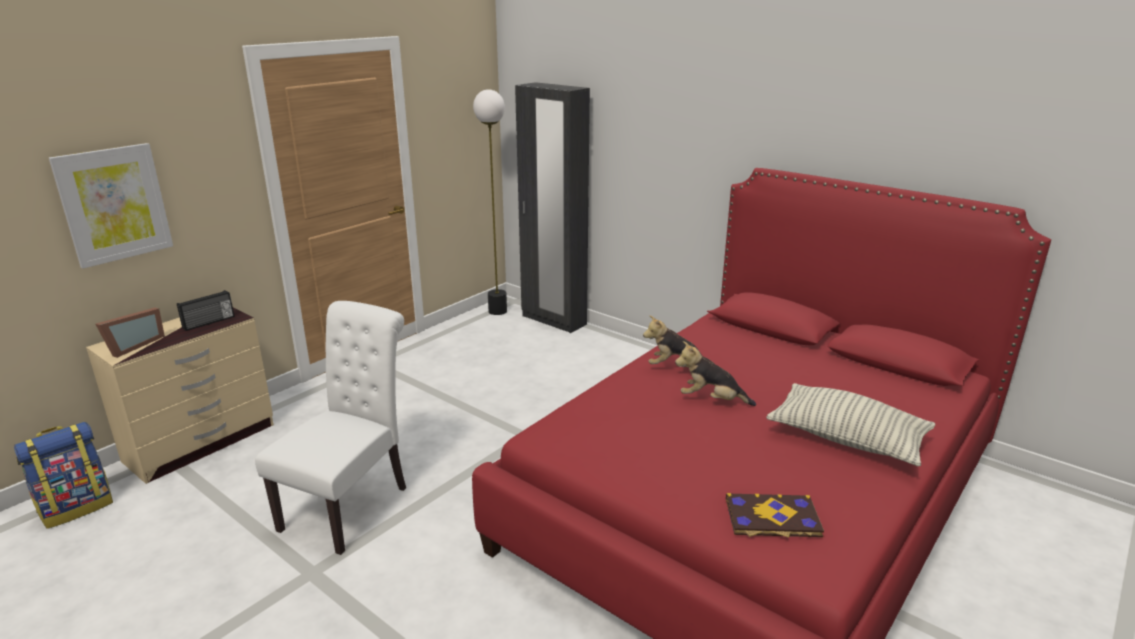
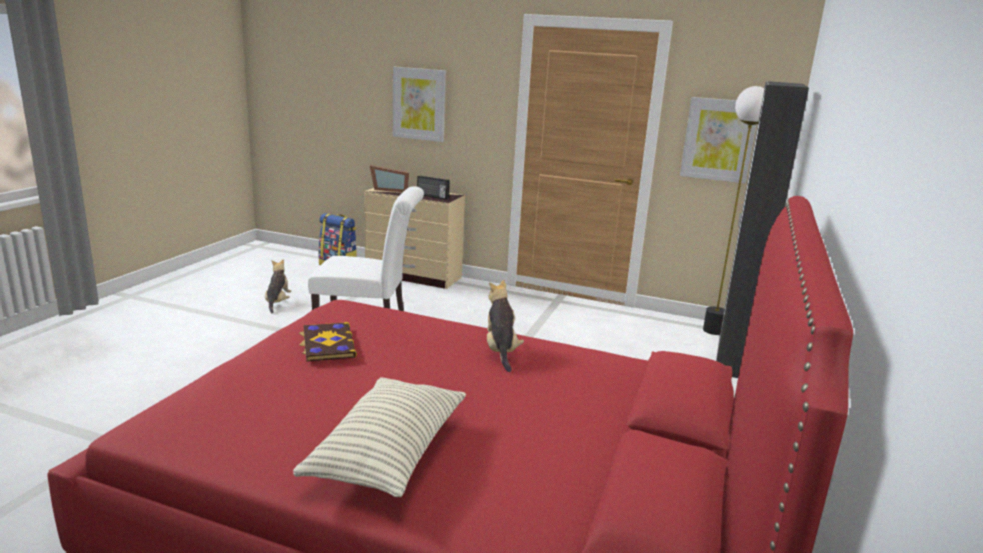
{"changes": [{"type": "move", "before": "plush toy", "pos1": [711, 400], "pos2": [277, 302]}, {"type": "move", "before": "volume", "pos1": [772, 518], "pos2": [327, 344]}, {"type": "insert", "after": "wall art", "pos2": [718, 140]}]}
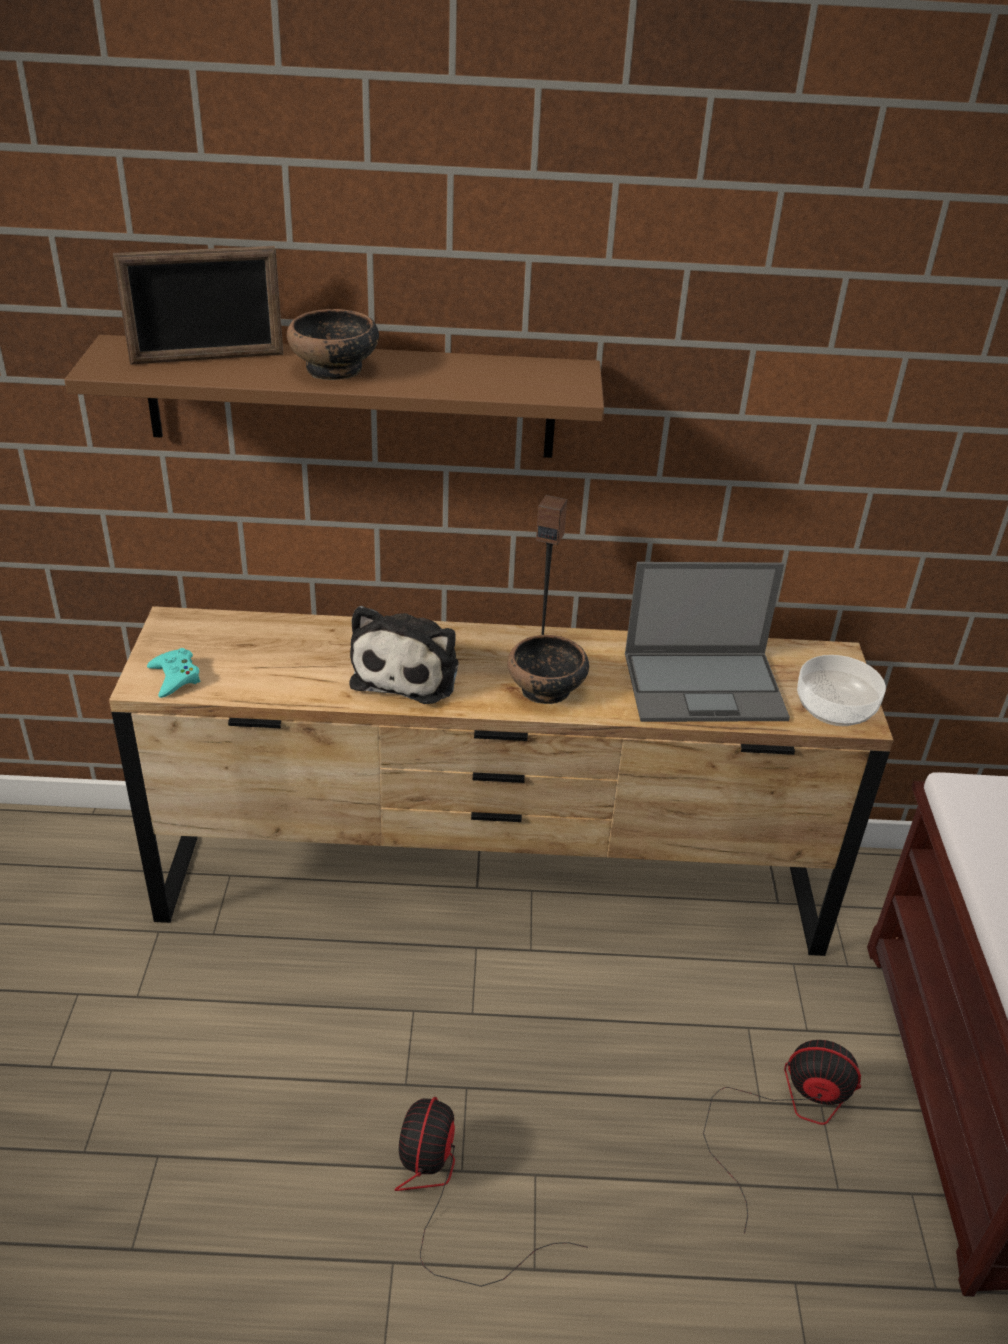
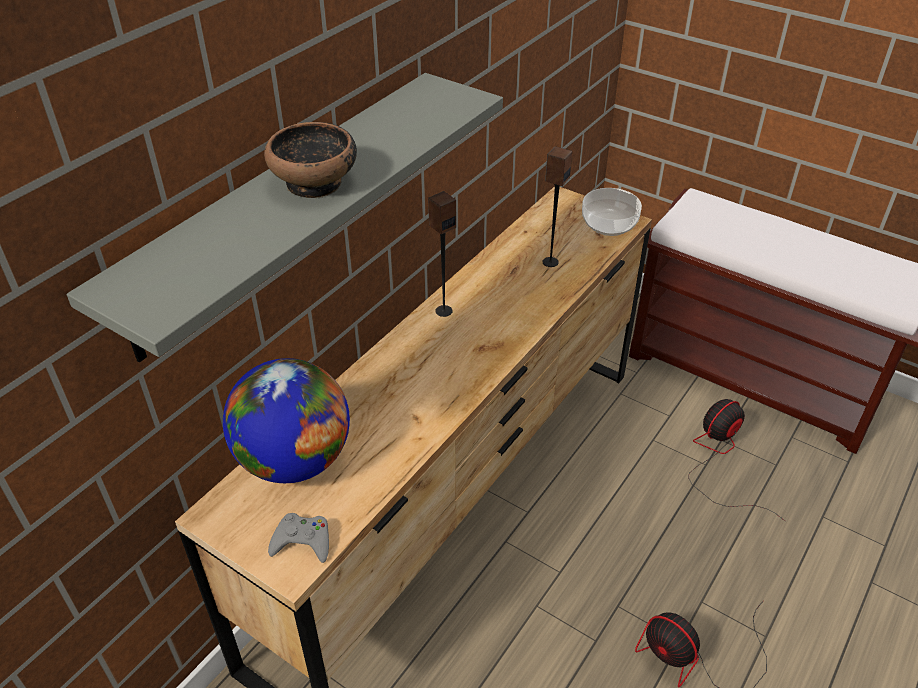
{"changes": [{"type": "delete", "before": "standing frame", "pos1": [207, 358]}, {"type": "recolor", "before": "wall shelf (brown-coloured)", "after": "wall shelf (greyish)", "pos1": [351, 397], "pos2": [283, 209]}, {"type": "replace", "before": "portable computer", "after": "speaker", "pos1": [706, 686], "pos2": [550, 262]}, {"type": "delete", "before": "plush toy", "pos1": [409, 671]}, {"type": "delete", "before": "serving bowl", "pos1": [546, 689]}, {"type": "recolor", "before": "game controller (turquoise-coloured)", "after": "game controller (greyish)", "pos1": [175, 677], "pos2": [302, 541]}, {"type": "insert", "after": "world globe", "pos2": [294, 460]}]}
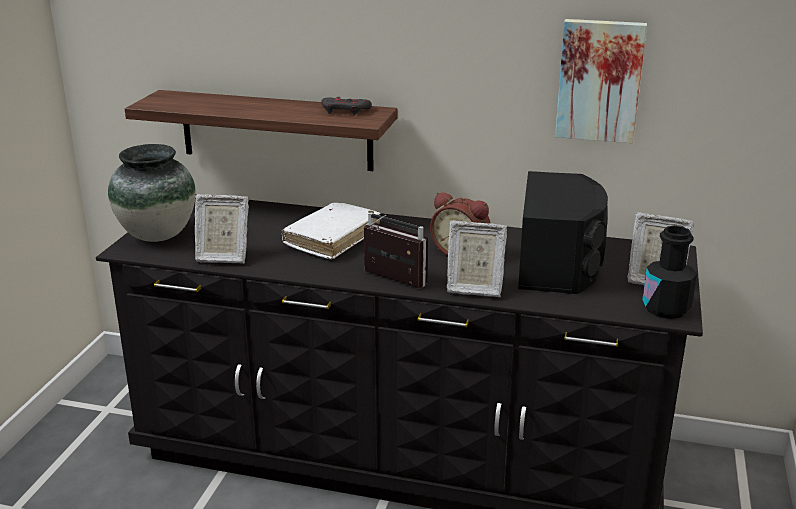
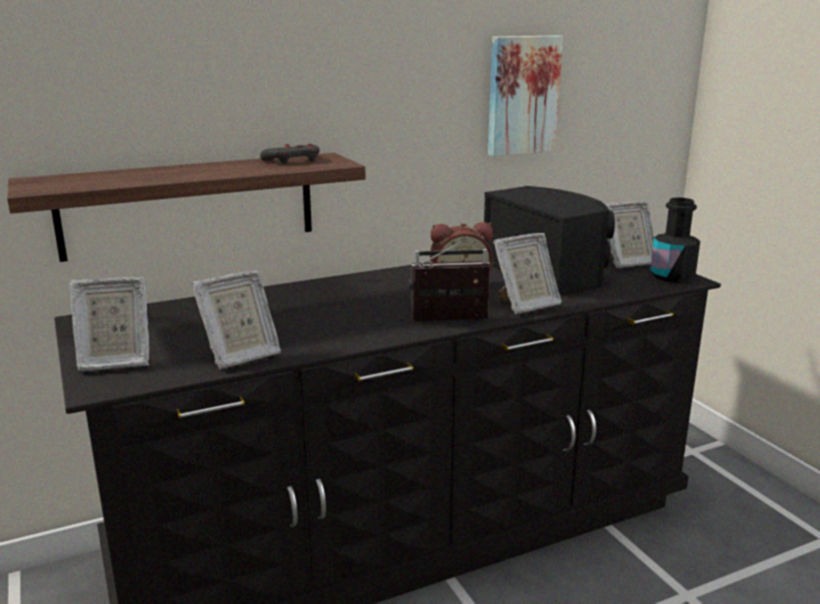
{"changes": [{"type": "replace", "before": "vase", "after": "standing frame", "pos1": [158, 235], "pos2": [115, 361]}, {"type": "delete", "before": "volume (whitish)", "pos1": [332, 239]}]}
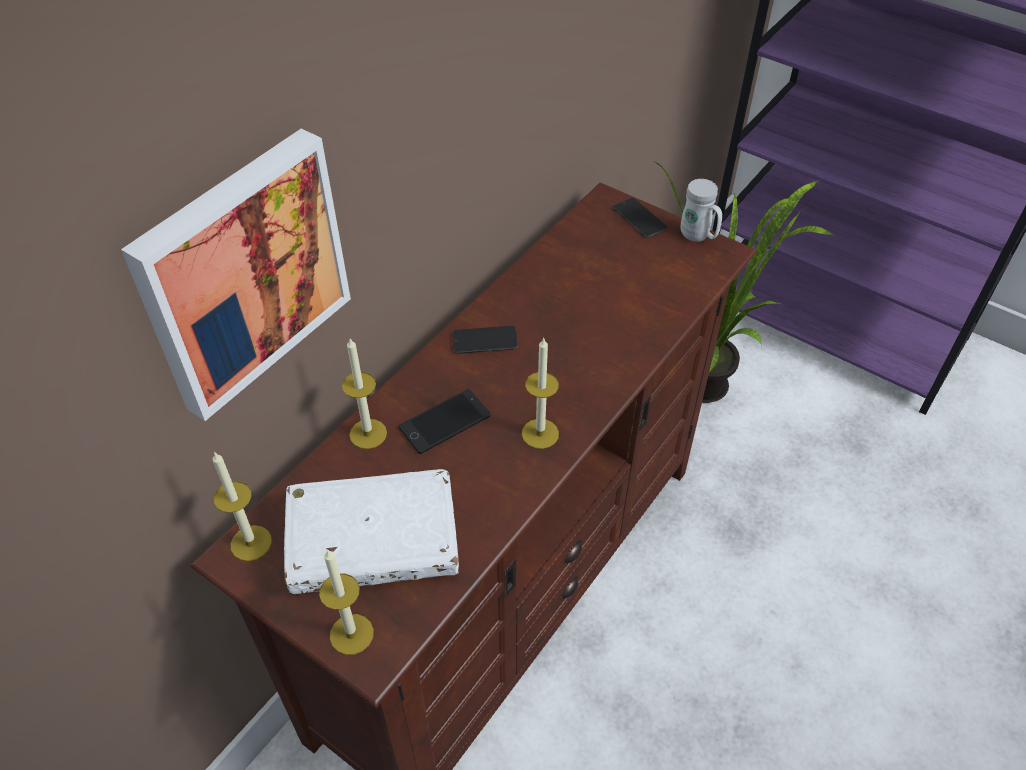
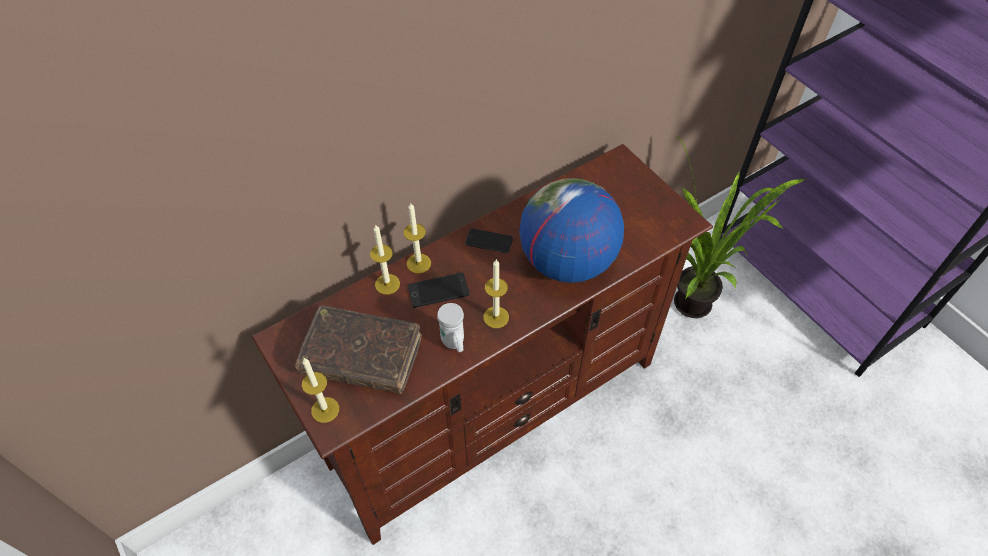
{"changes": [{"type": "delete", "before": "wall art", "pos1": [242, 272]}, {"type": "move", "before": "tea mug (whitish)", "pos1": [698, 237], "pos2": [454, 344]}, {"type": "delete", "before": "phone", "pos1": [639, 218]}, {"type": "move", "before": "candle", "pos1": [251, 543], "pos2": [418, 263]}, {"type": "recolor", "before": "volume (whitish)", "after": "volume (brown-coloured)", "pos1": [374, 542], "pos2": [361, 356]}, {"type": "insert", "after": "world globe", "pos2": [566, 262]}]}
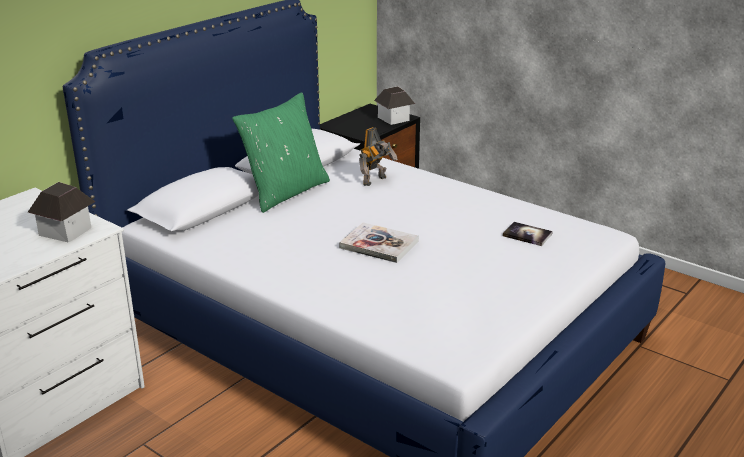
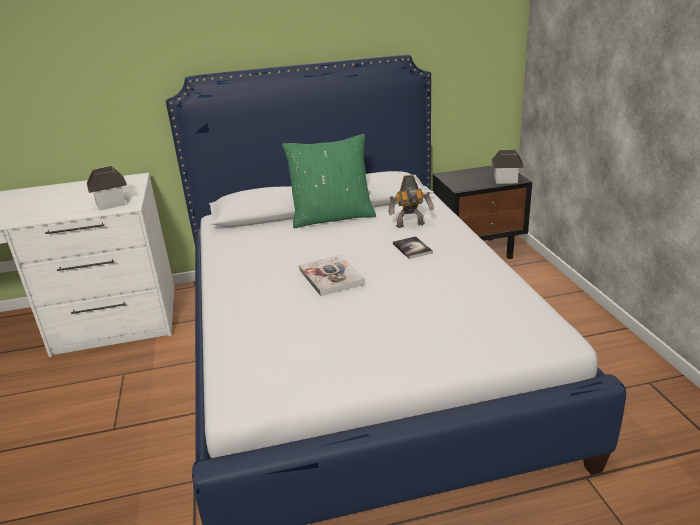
{"changes": [{"type": "move", "before": "volume", "pos1": [527, 235], "pos2": [412, 248]}]}
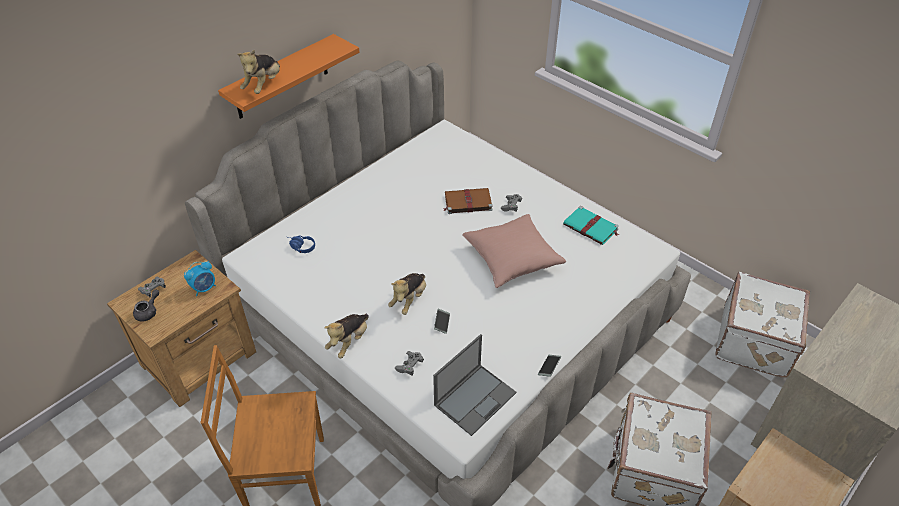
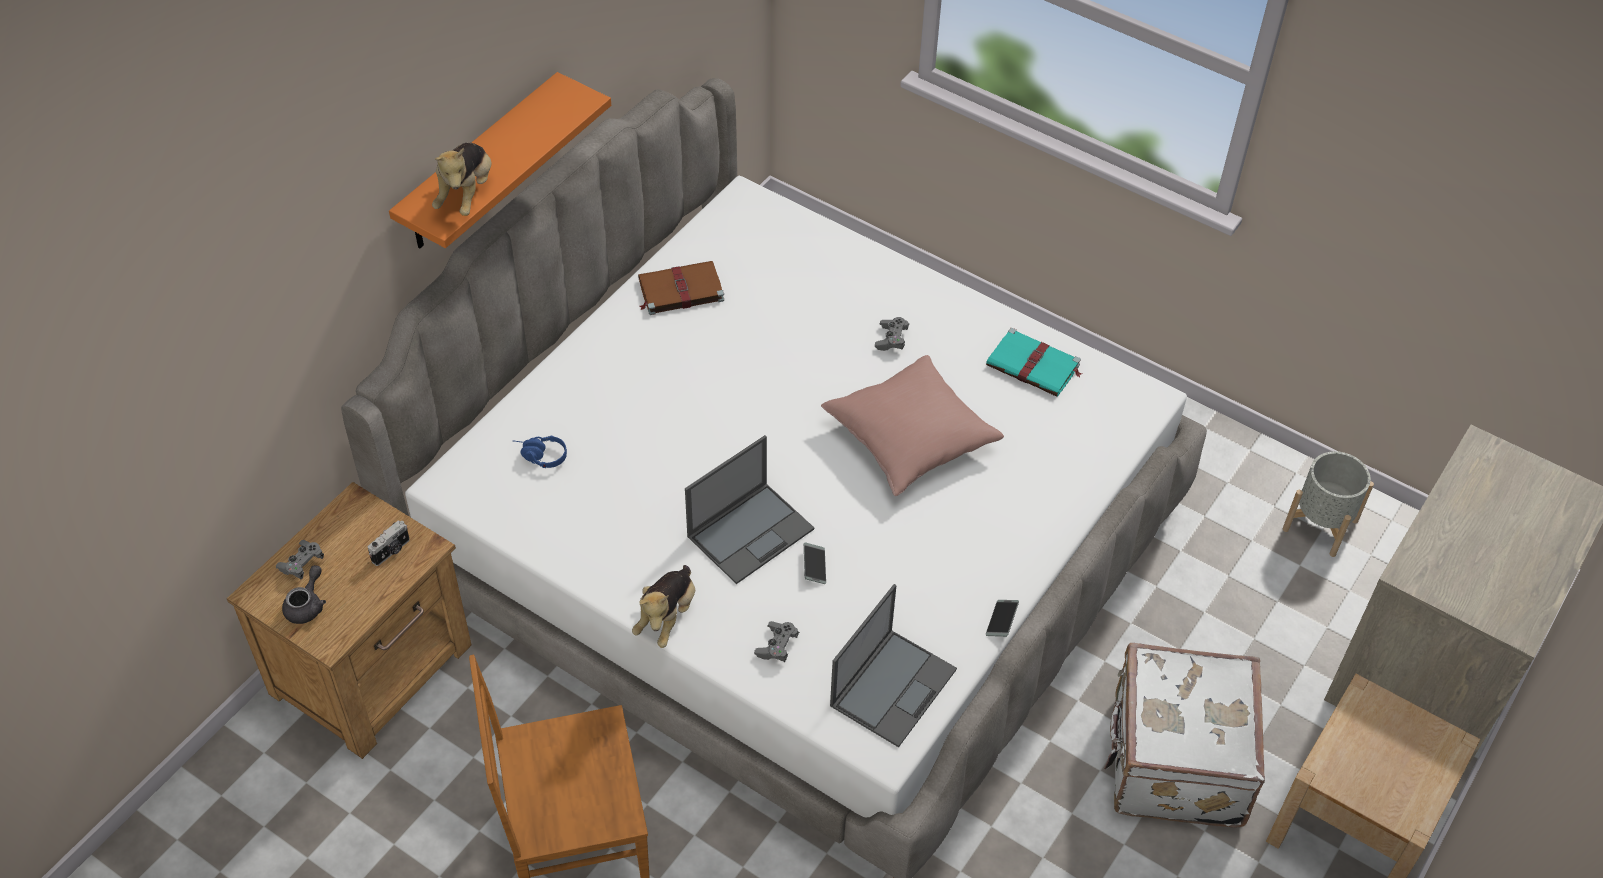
{"changes": [{"type": "move", "before": "volume (brown-coloured)", "pos1": [467, 202], "pos2": [679, 290]}, {"type": "replace", "before": "alarm clock", "after": "still camera", "pos1": [204, 288], "pos2": [392, 551]}, {"type": "replace", "before": "suitcase (whitish)", "after": "planter (greyish)", "pos1": [756, 341], "pos2": [1320, 525]}, {"type": "replace", "before": "plush toy", "after": "portable computer", "pos1": [409, 300], "pos2": [751, 532]}]}
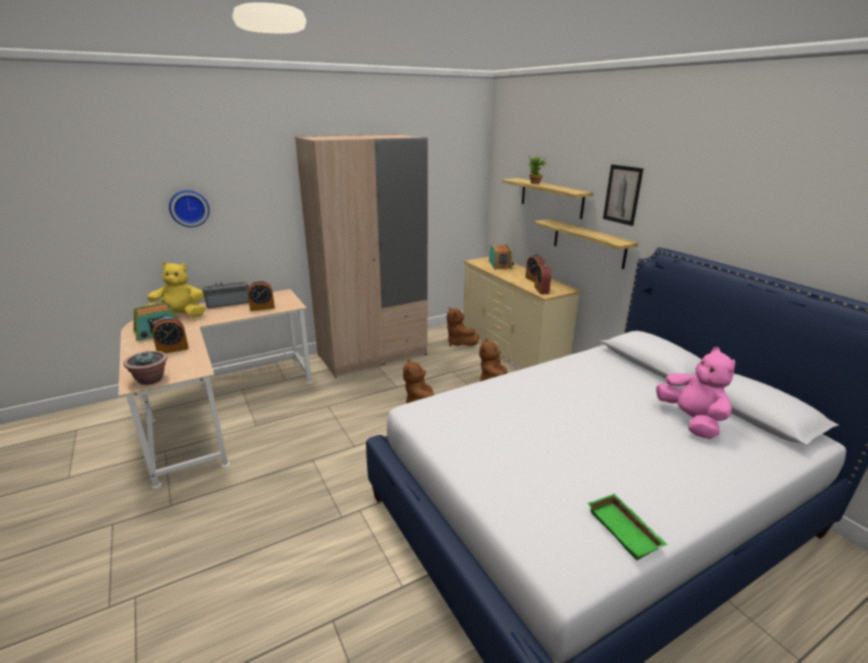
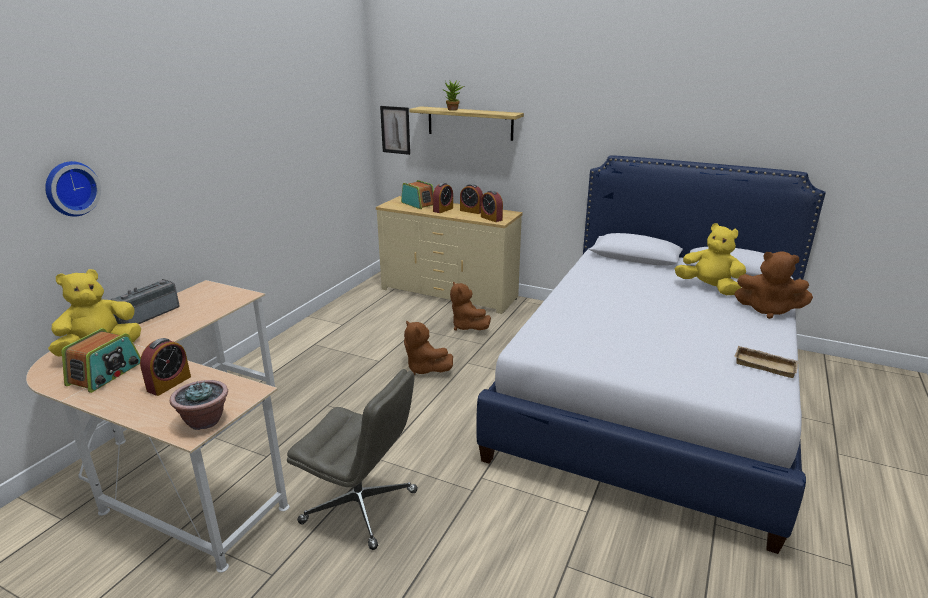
{"changes": [{"type": "delete", "before": "wardrobe (sand-coloured)", "pos1": [372, 354]}, {"type": "move", "before": "wall art", "pos1": [622, 194], "pos2": [395, 130]}, {"type": "delete", "before": "wall shelf", "pos1": [588, 243]}, {"type": "move", "before": "alarm clock", "pos1": [262, 308], "pos2": [443, 210]}, {"type": "move", "before": "plush toy (brown-coloured)", "pos1": [459, 343], "pos2": [768, 310]}, {"type": "recolor", "before": "plush toy (pinkish)", "after": "plush toy (yellow-coloured)", "pos1": [691, 421], "pos2": [709, 288]}, {"type": "recolor", "before": "tray (greenish)", "after": "tray (sand-coloured)", "pos1": [626, 530], "pos2": [765, 365]}, {"type": "insert", "after": "desk chair (greyish)", "pos2": [361, 507]}]}
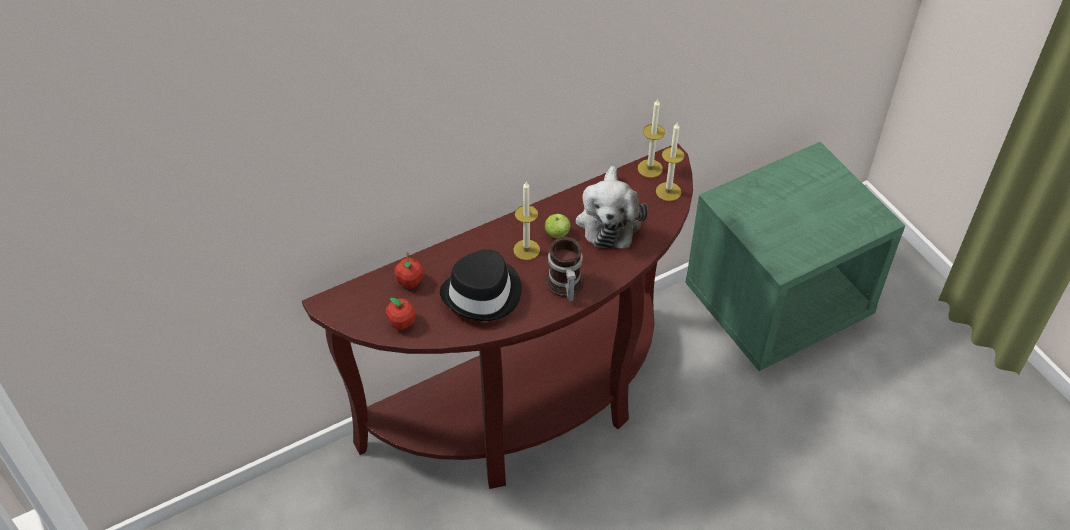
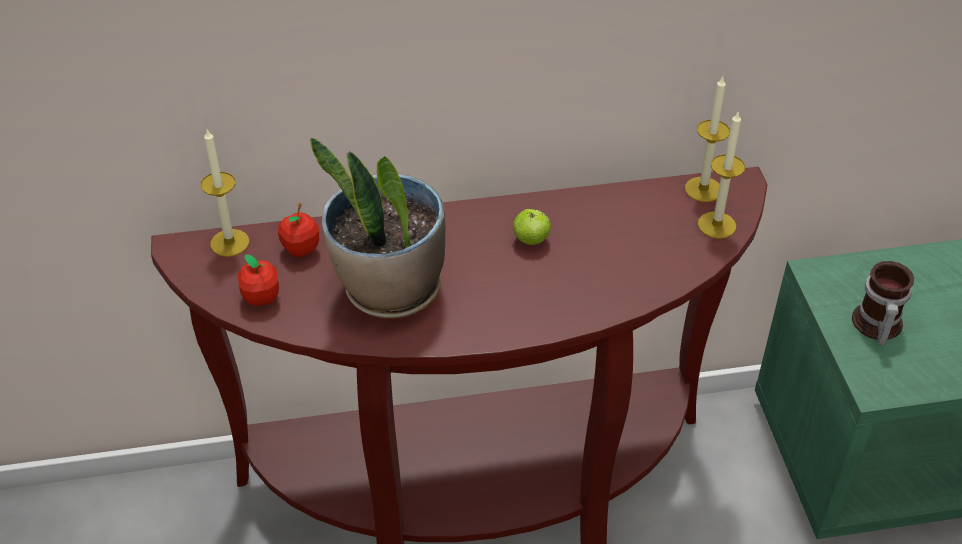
{"changes": [{"type": "delete", "before": "plush toy", "pos1": [609, 219]}, {"type": "move", "before": "candle", "pos1": [526, 250], "pos2": [230, 243]}, {"type": "move", "before": "tea mug", "pos1": [563, 285], "pos2": [875, 325]}, {"type": "replace", "before": "clothing hat (blackish)", "after": "houseplant", "pos1": [483, 293], "pos2": [390, 290]}]}
